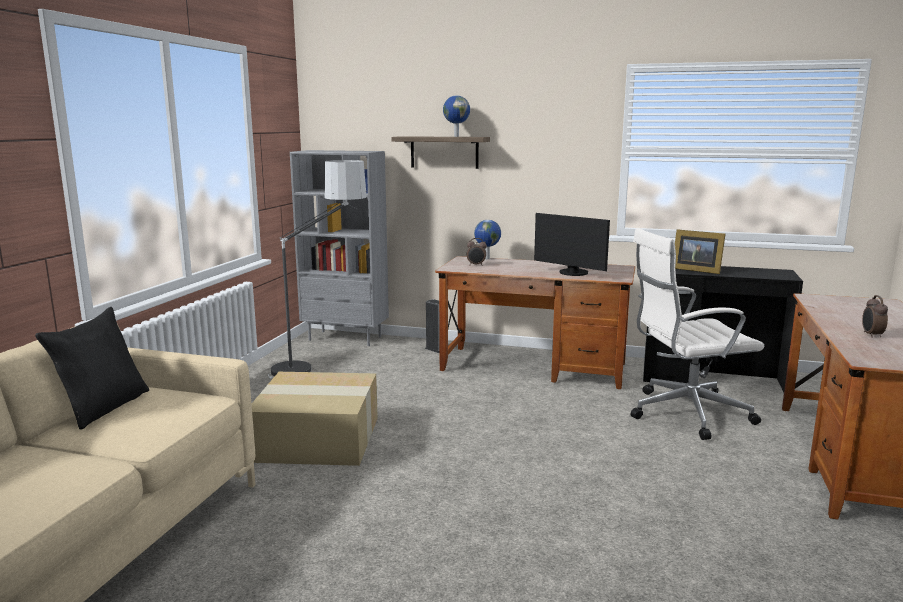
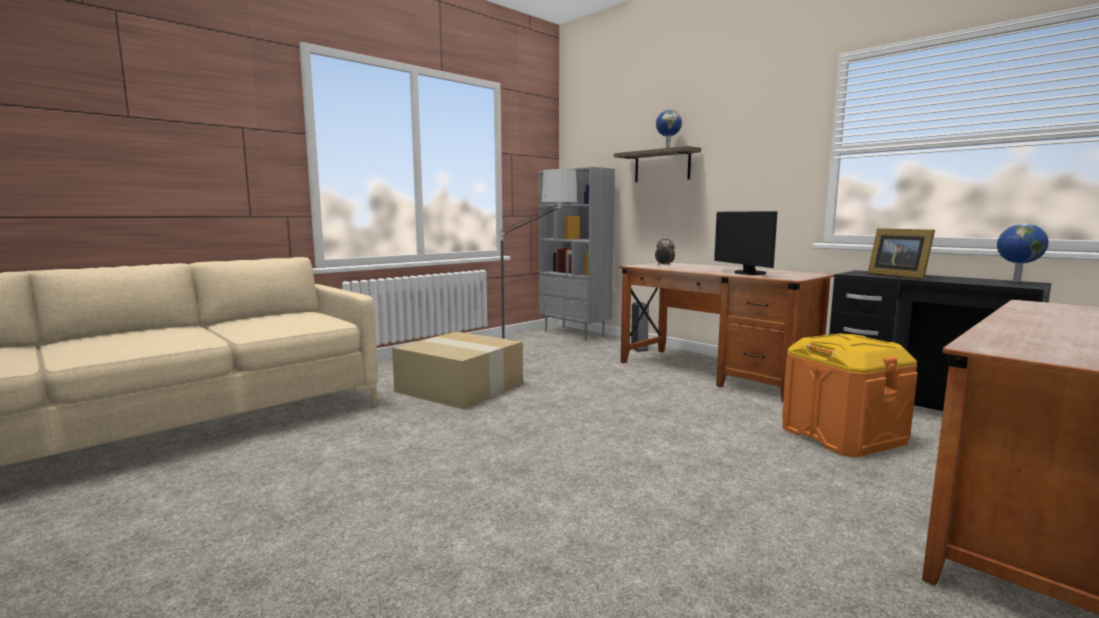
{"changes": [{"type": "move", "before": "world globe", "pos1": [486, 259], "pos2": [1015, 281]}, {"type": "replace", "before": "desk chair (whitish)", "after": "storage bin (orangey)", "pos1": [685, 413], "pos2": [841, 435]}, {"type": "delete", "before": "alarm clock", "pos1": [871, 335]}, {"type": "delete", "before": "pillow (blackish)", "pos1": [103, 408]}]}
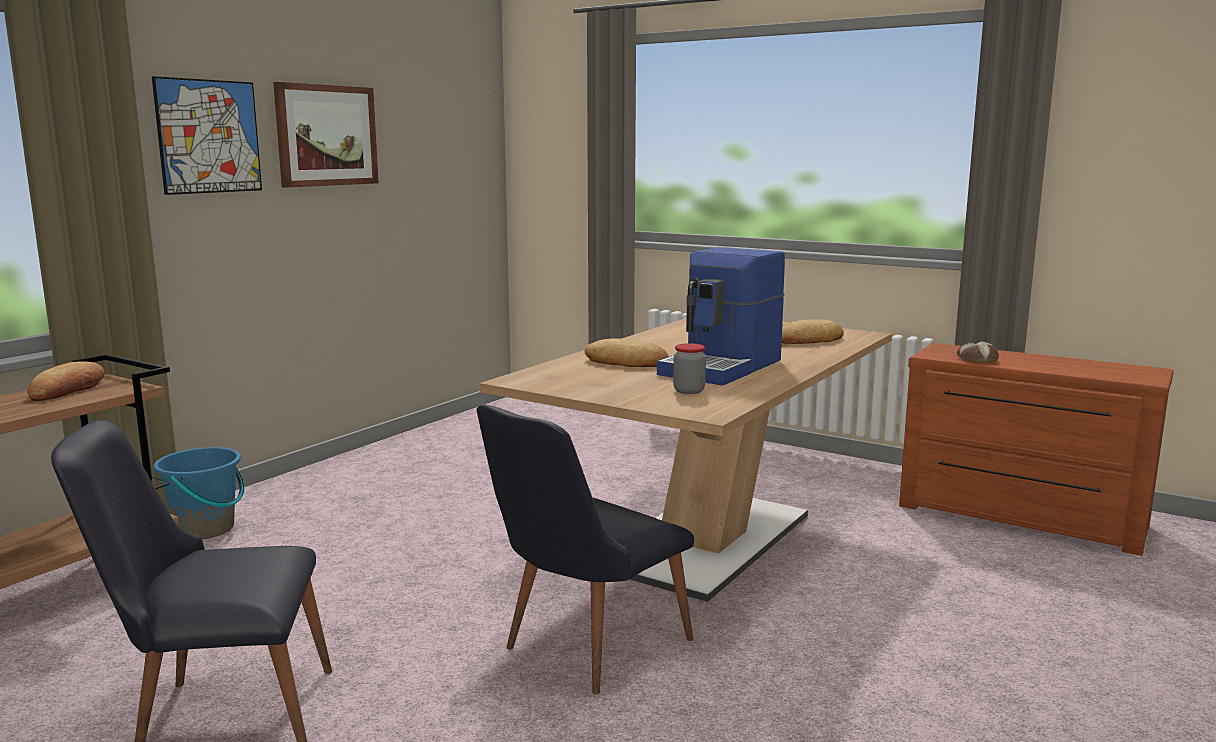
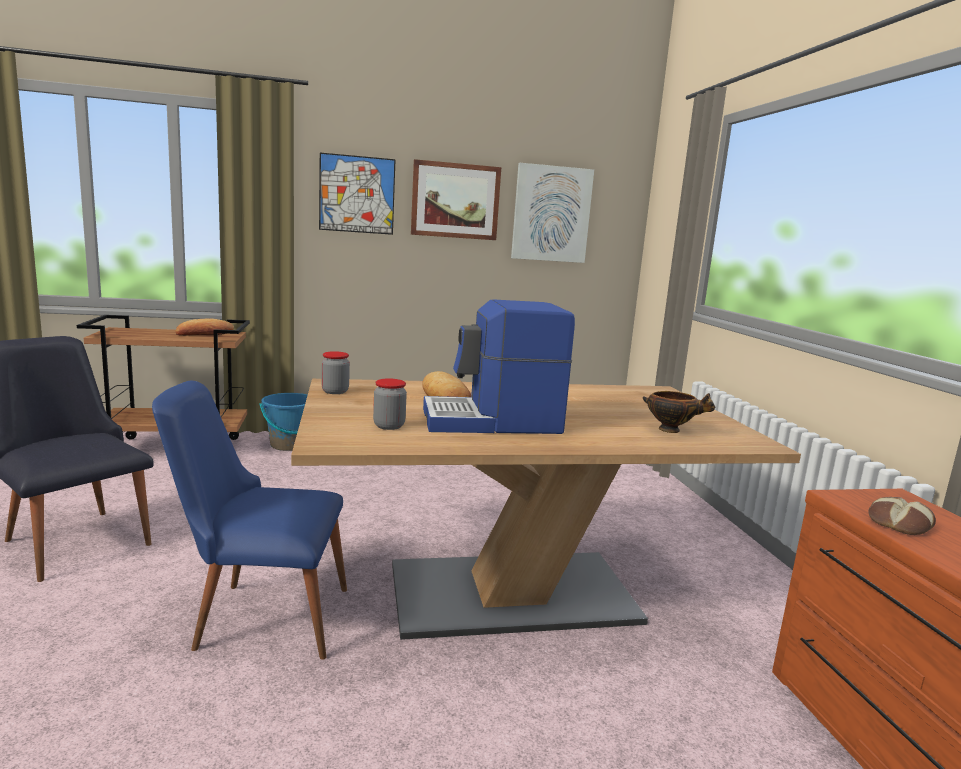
{"changes": [{"type": "replace", "before": "bakery bread", "after": "serving bowl", "pos1": [809, 340], "pos2": [671, 430]}, {"type": "recolor", "before": "upright chair (blackish)", "after": "upright chair (blue-coloured)", "pos1": [583, 649], "pos2": [259, 616]}, {"type": "insert", "after": "wall art", "pos2": [551, 214]}, {"type": "insert", "after": "preserve jar", "pos2": [335, 391]}]}
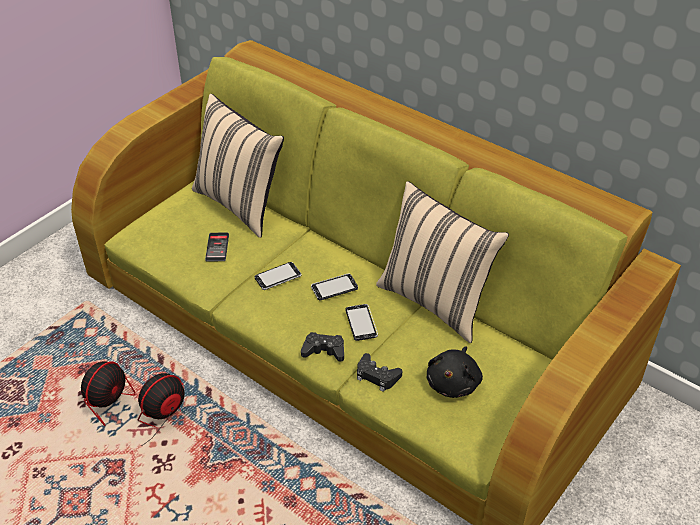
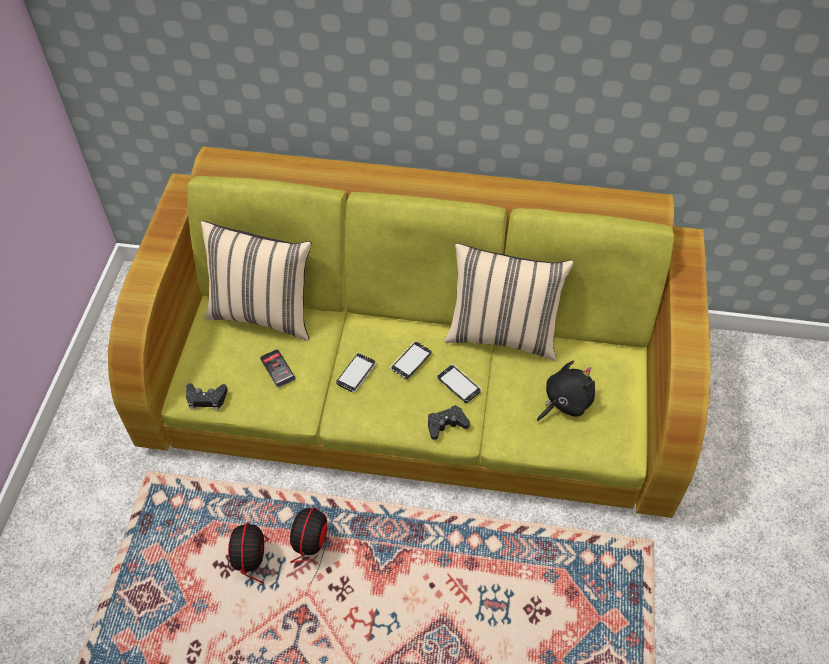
{"changes": [{"type": "rotate", "before": "plush toy (blackish)", "pos1": [454, 382], "pos2": [565, 402], "turn": -120}, {"type": "move", "before": "game controller (blackish)", "pos1": [377, 376], "pos2": [206, 399]}]}
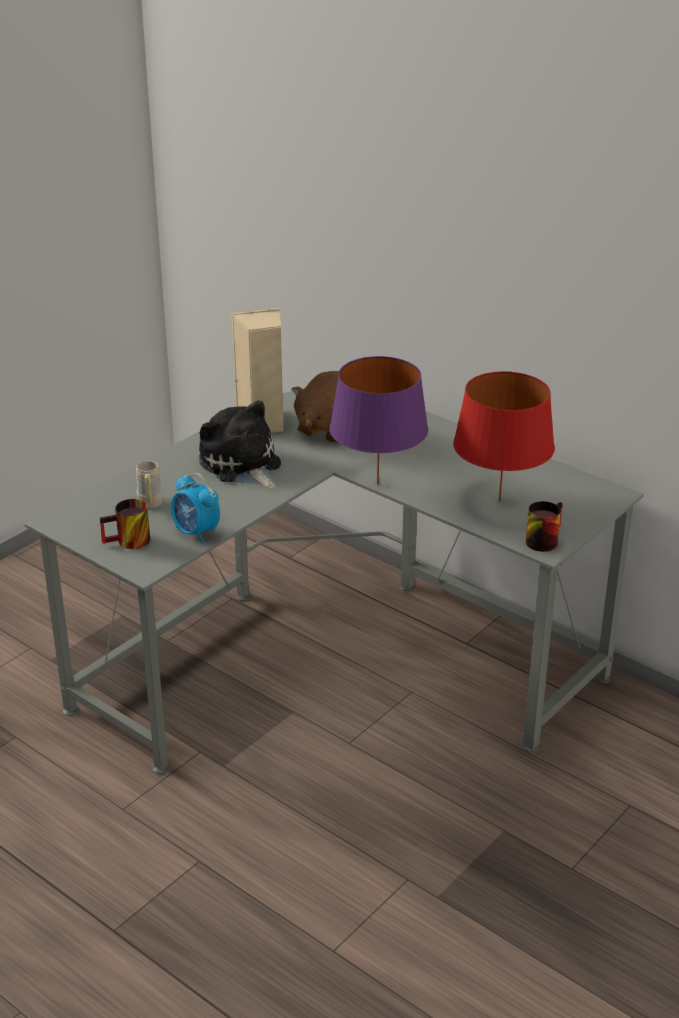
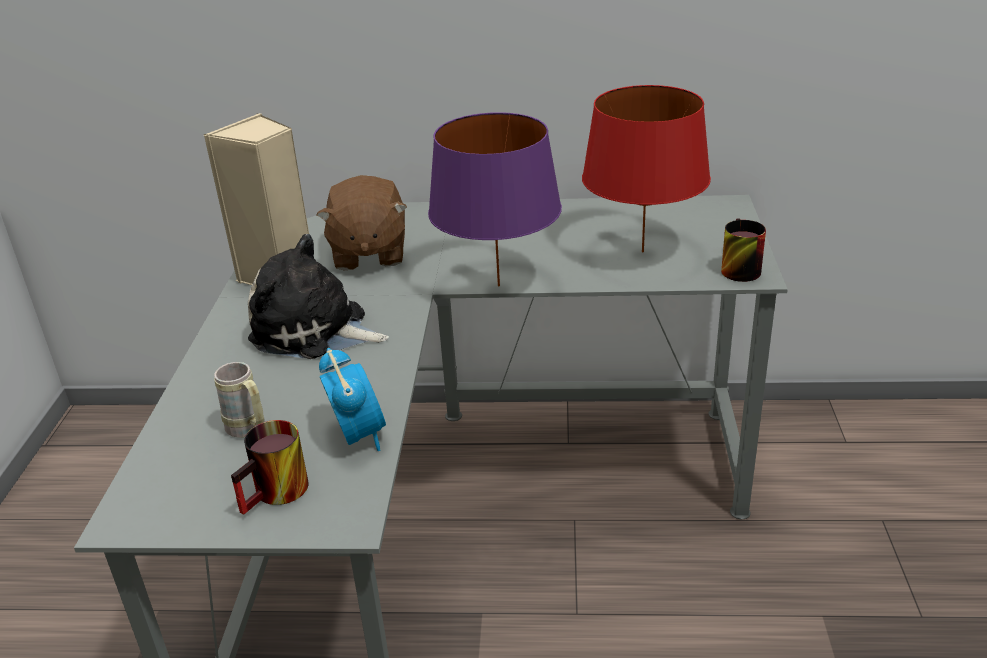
{"changes": [{"type": "rotate", "before": "alarm clock", "pos1": [196, 532], "pos2": [358, 435], "turn": -120}]}
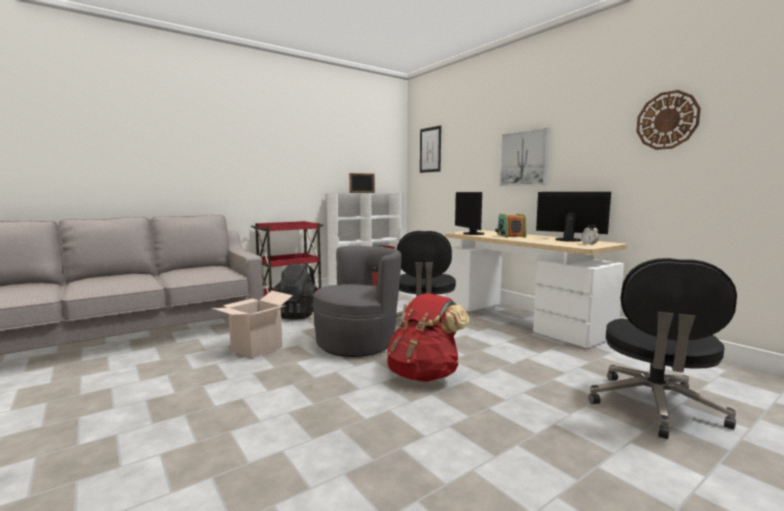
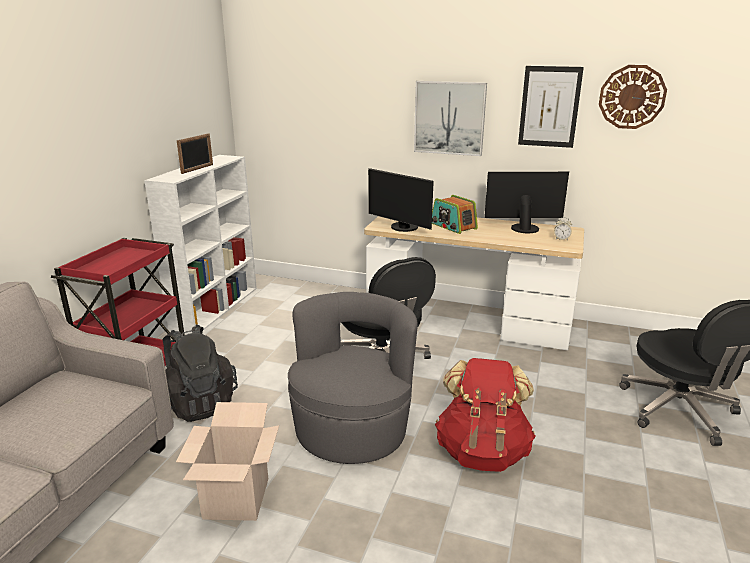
{"changes": [{"type": "move", "before": "wall art", "pos1": [430, 150], "pos2": [549, 107]}]}
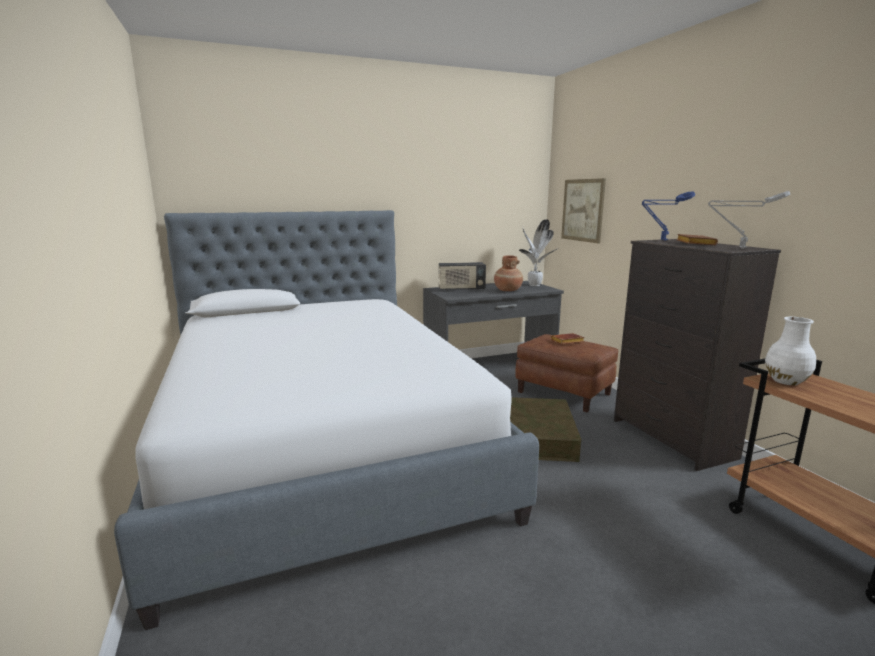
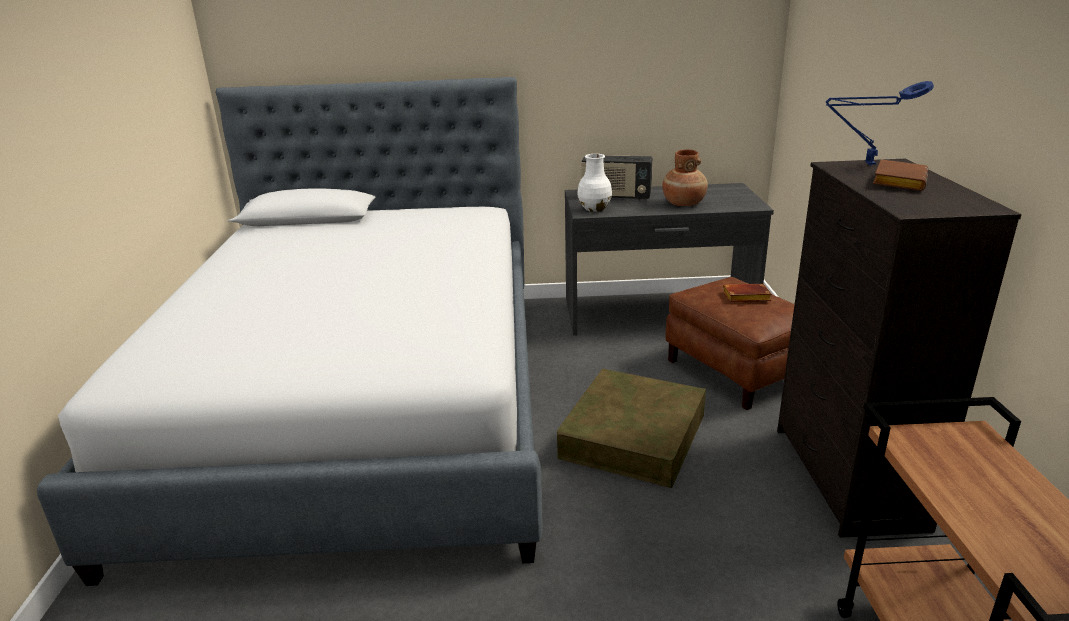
{"changes": [{"type": "delete", "before": "wall art", "pos1": [582, 210]}, {"type": "delete", "before": "tabletop lamp (greyish)", "pos1": [740, 248]}, {"type": "delete", "before": "houseplant", "pos1": [535, 285]}, {"type": "move", "before": "vase (whitish)", "pos1": [786, 381], "pos2": [594, 209]}]}
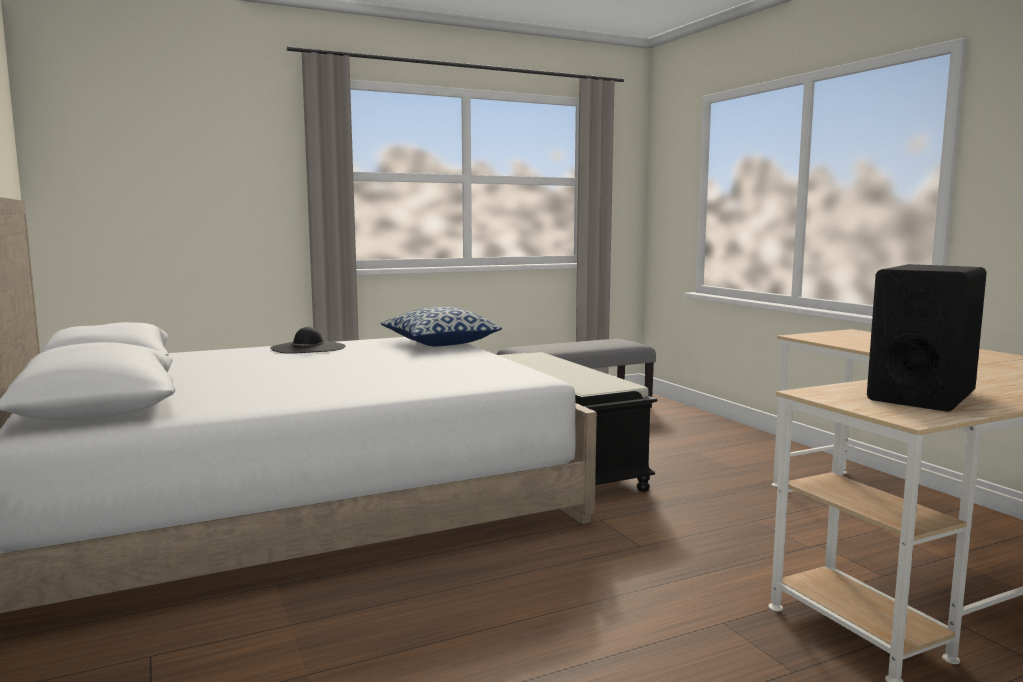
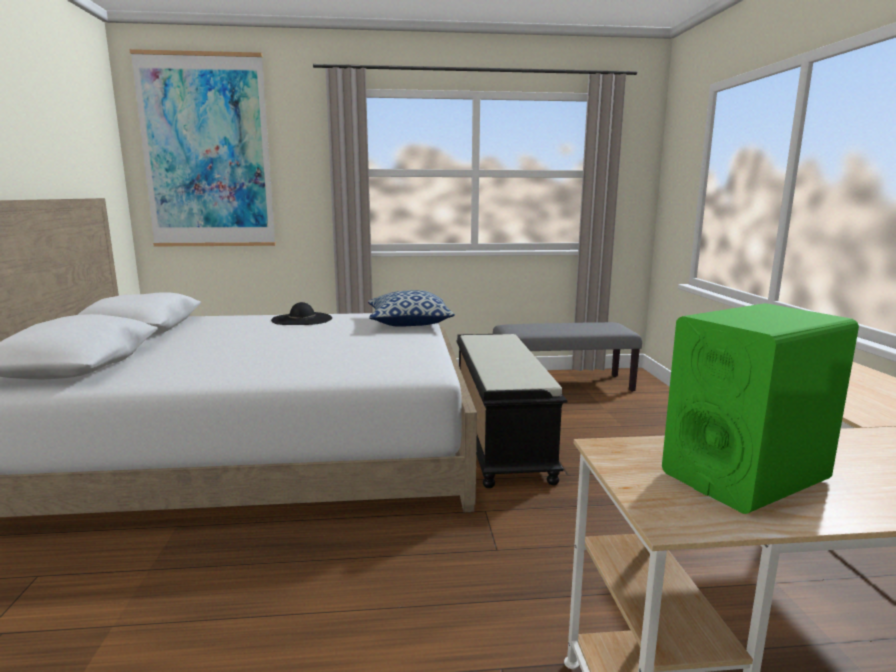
{"changes": [{"type": "recolor", "before": "speaker (blackish)", "after": "speaker (greenish)", "pos1": [921, 396], "pos2": [744, 476]}, {"type": "insert", "after": "wall art", "pos2": [207, 152]}]}
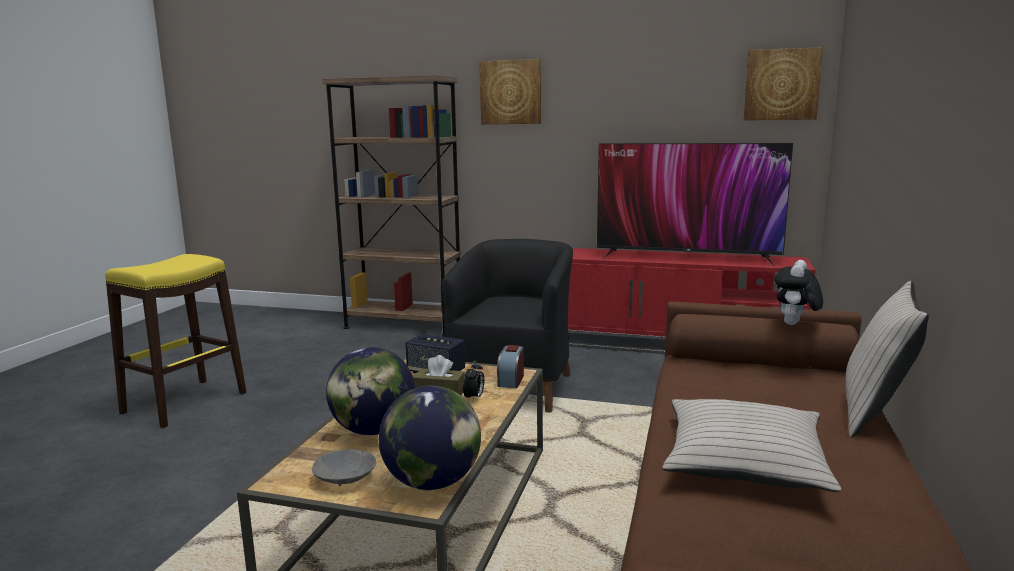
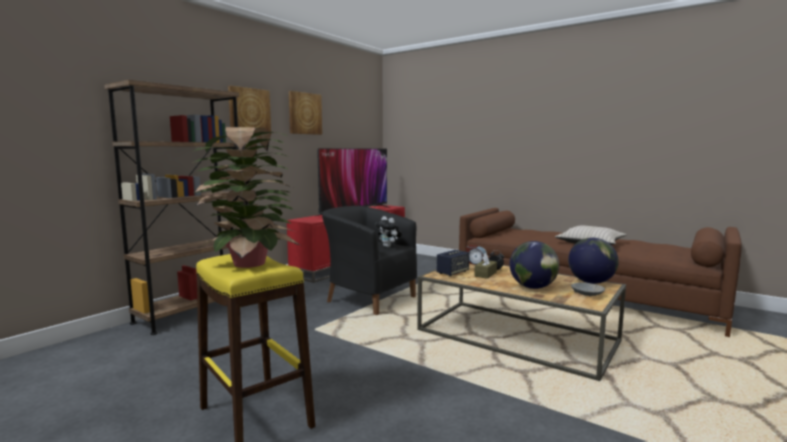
{"changes": [{"type": "move", "before": "wall art", "pos1": [781, 84], "pos2": [304, 113]}, {"type": "move", "before": "plush toy", "pos1": [795, 324], "pos2": [388, 246]}, {"type": "delete", "before": "pillow (sand-coloured)", "pos1": [875, 412]}, {"type": "insert", "after": "houseplant", "pos2": [249, 264]}]}
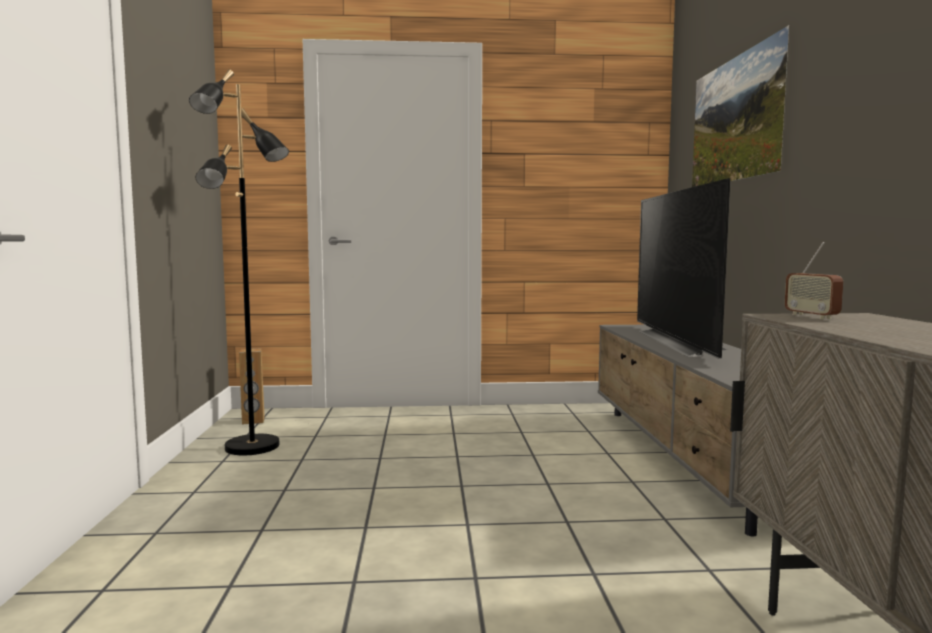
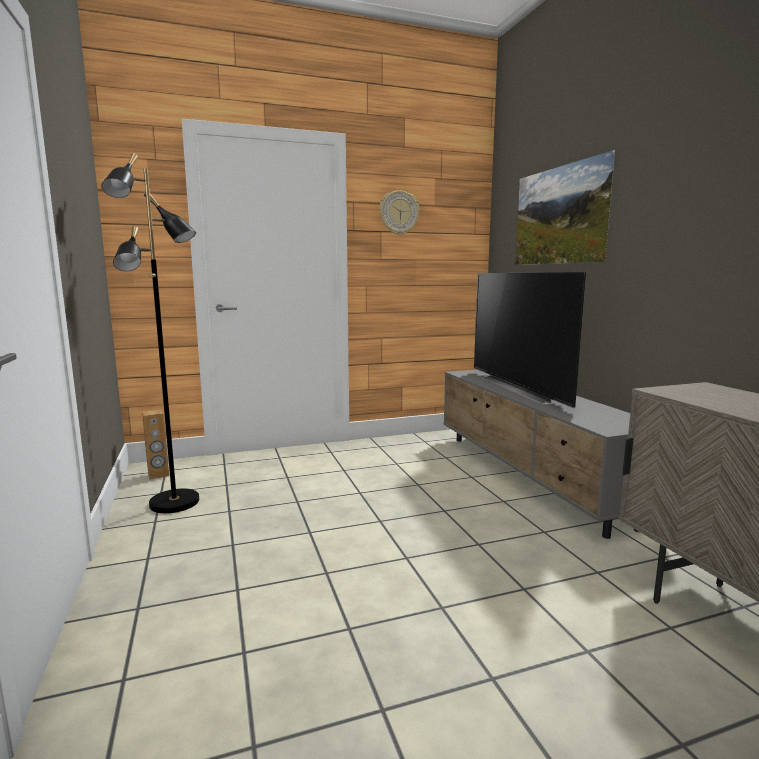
{"changes": [{"type": "delete", "before": "radio receiver", "pos1": [811, 316]}, {"type": "insert", "after": "hanging clock", "pos2": [399, 213]}]}
